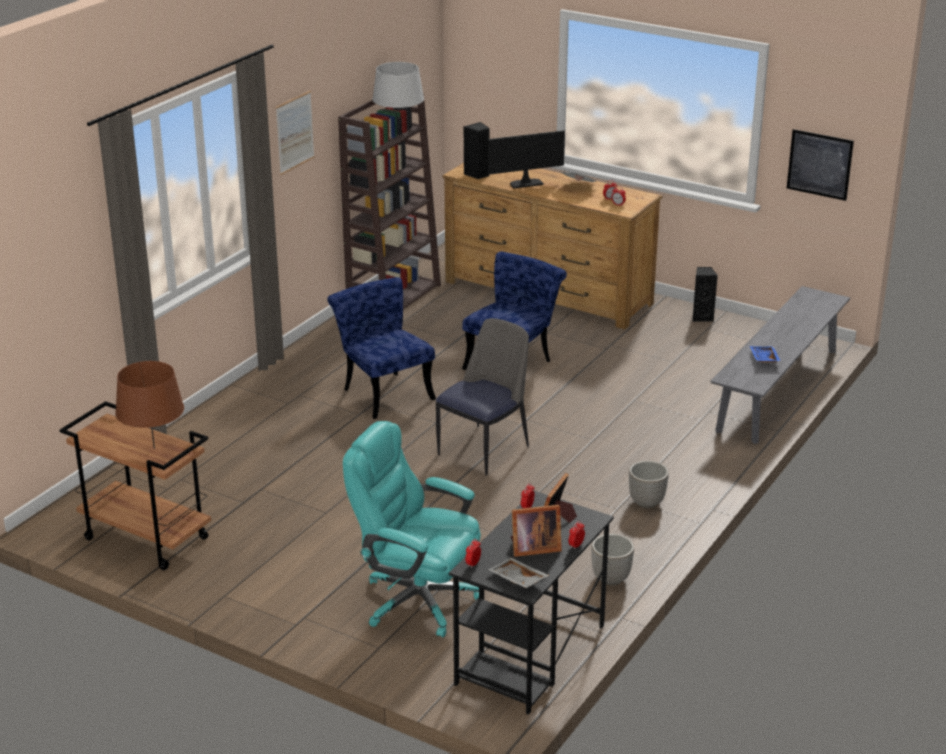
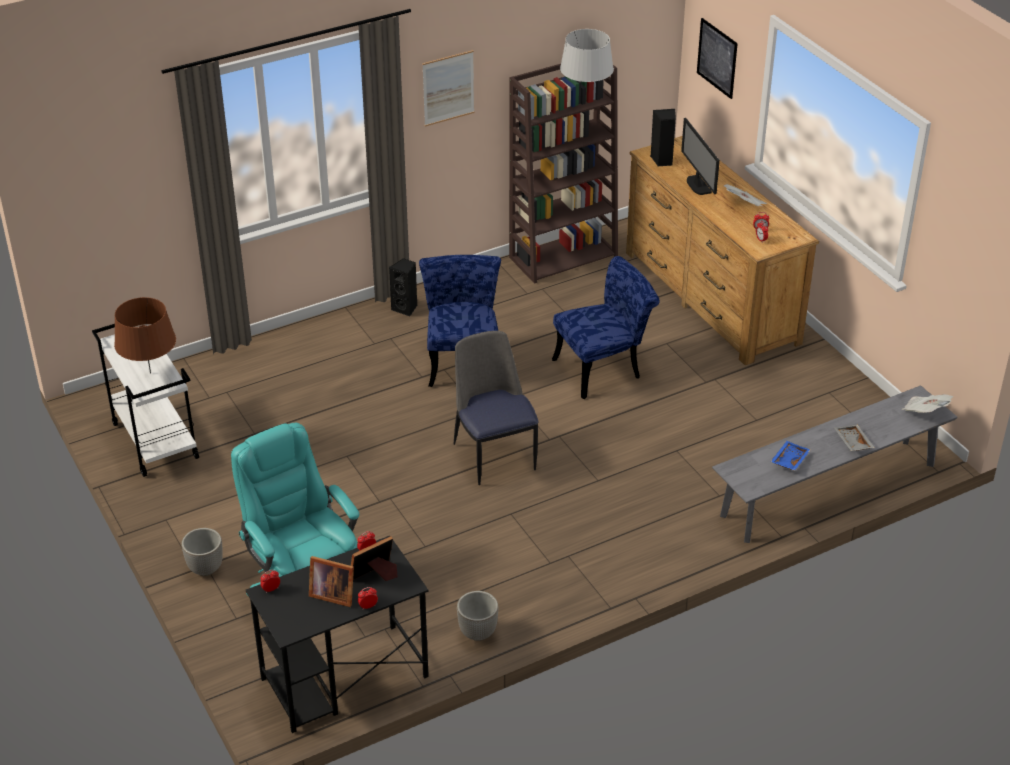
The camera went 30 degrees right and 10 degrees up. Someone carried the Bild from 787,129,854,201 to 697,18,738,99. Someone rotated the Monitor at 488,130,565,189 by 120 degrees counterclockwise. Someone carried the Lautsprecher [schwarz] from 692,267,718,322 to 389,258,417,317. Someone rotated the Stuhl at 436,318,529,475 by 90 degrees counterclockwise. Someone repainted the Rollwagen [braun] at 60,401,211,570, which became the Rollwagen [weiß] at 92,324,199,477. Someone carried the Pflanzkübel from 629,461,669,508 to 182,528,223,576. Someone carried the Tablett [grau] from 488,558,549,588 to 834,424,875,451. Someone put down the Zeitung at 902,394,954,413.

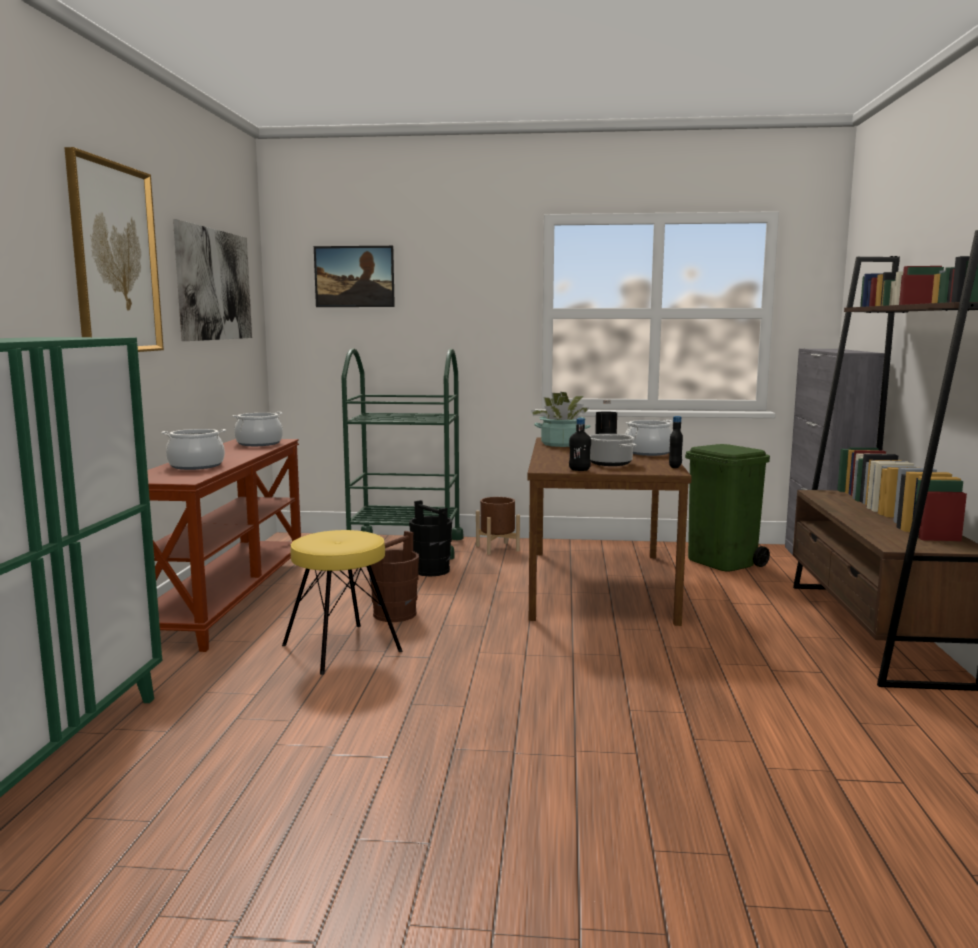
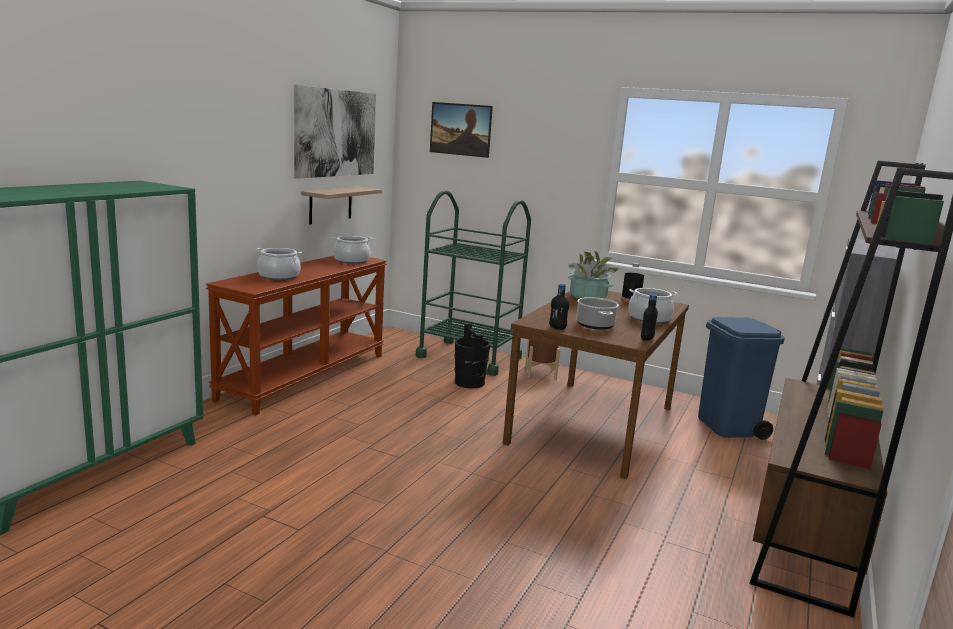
The camera went 20 degrees right and 5 degrees up. Someone took away the Bild at 64,147,164,352. Someone repainted the Mülleimer [grün] at 685,444,770,571, which became the Mülleimer [blau] at 698,317,785,440. Someone took away the Hocker [gelb] at 282,530,403,675. Someone took away the Eimer [braun] at 369,531,419,622. Someone put up the Wandregal at 301,186,382,224.

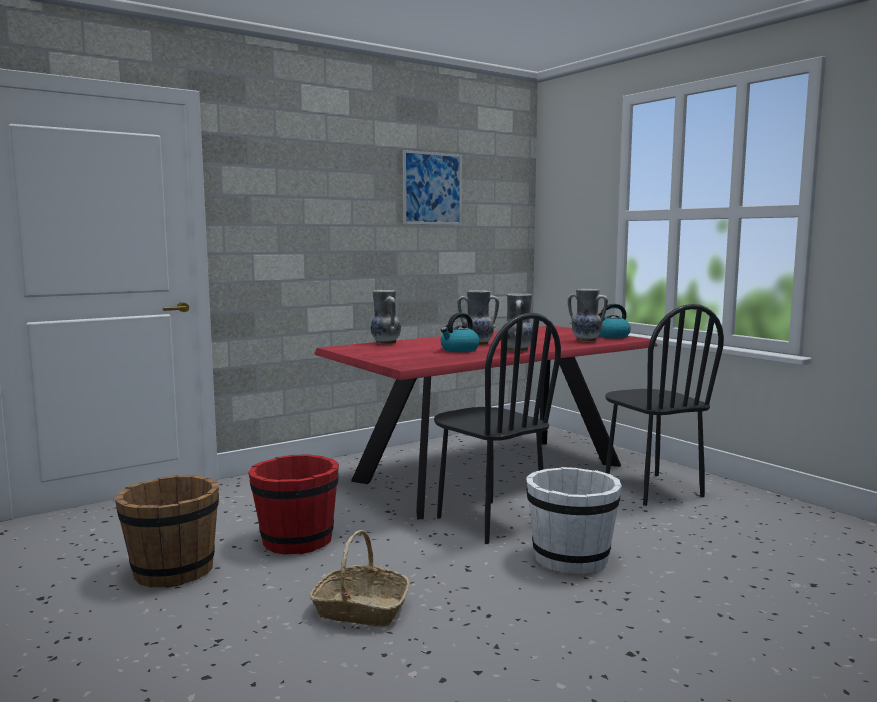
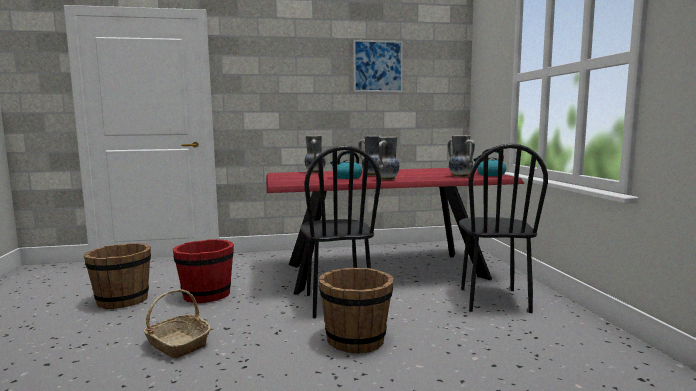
The camera went 25 degrees right and 0 degrees up. Someone repainted the Eimer [weiß] at 526,467,622,574, which became the Eimer [braun] at 319,268,394,354.

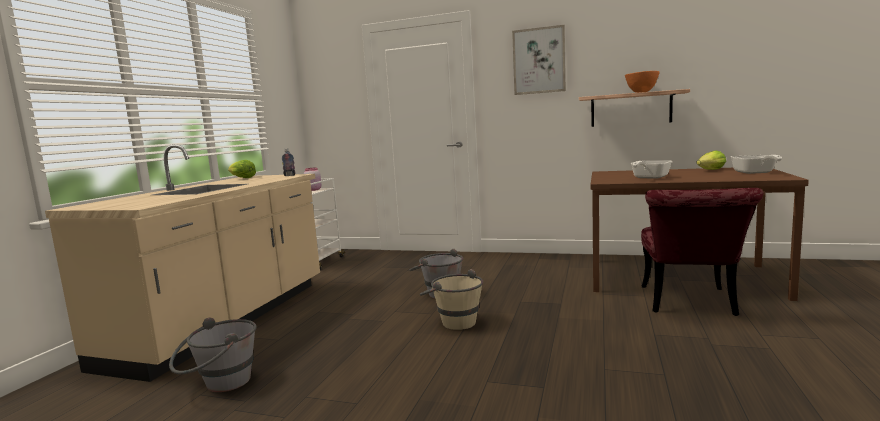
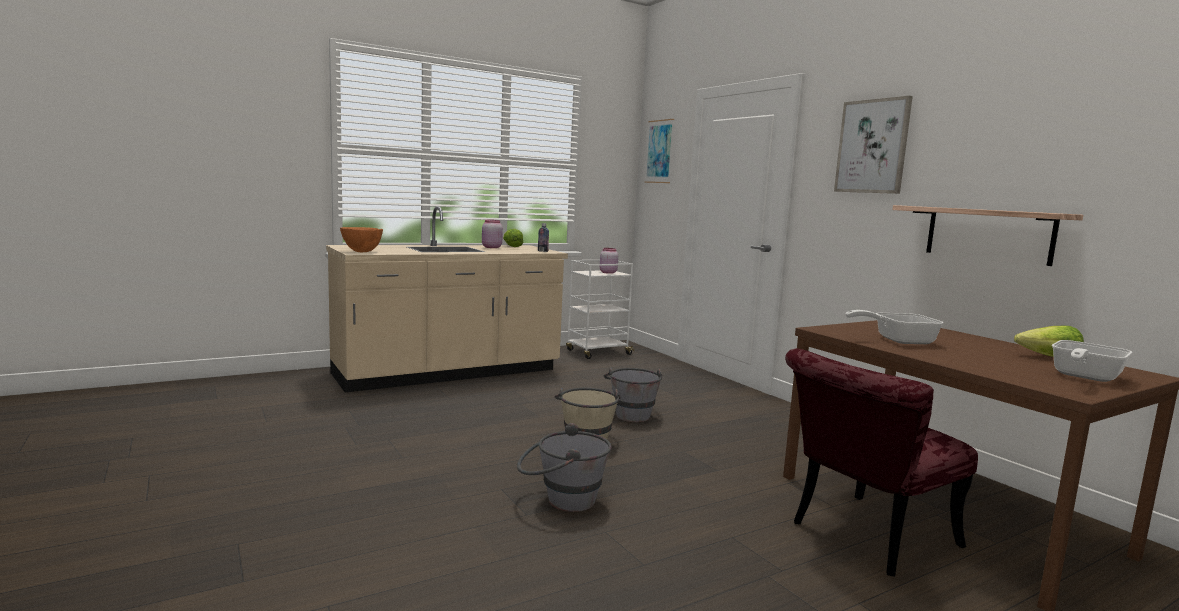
The camera went 40 degrees right and 0 degrees up. Someone carried the Schüssel [orange] from 625,71,660,93 to 340,227,383,252. Someone carried the Eimer [grau] from 169,317,257,392 to 517,423,612,512. Someone put up the Bild at 644,119,674,183. Someone put down the Vorratsglas [rosa] at 482,219,503,248.

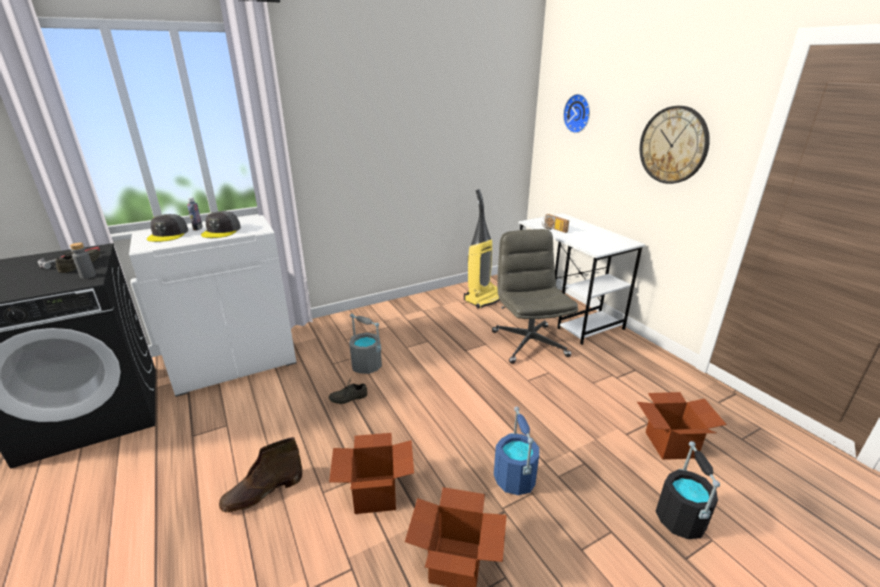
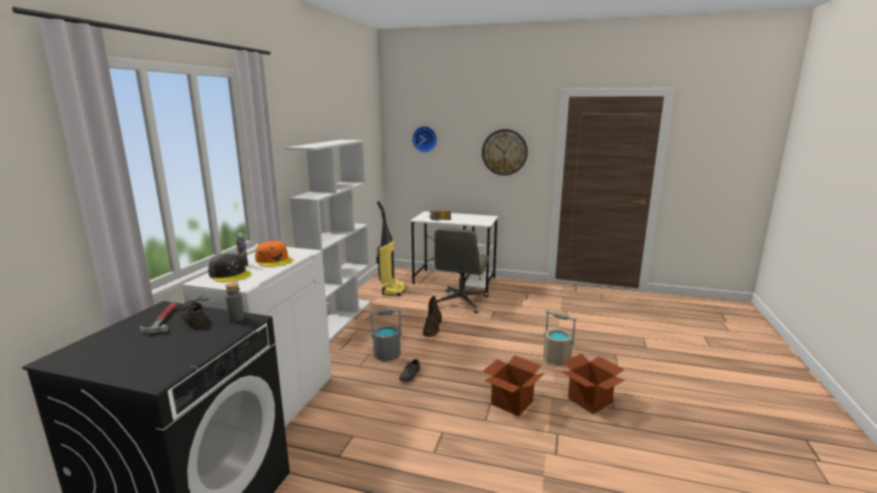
The camera went 45 degrees left and 10 degrees down. Someone repainted the Kappe [grau] at 201,211,241,238, which became the Kappe [orange] at 255,241,292,267. Someone rotated the Bürostuhl [grau] at 492,229,578,364 by 105 degrees counterclockwise. Someone took away the Karton at 637,392,727,460. Someone repainted the Eimer [blau] at 494,406,539,495, which became the Eimer [beige] at 543,310,577,365. Someone carried the Stiefel [braun] from 219,437,302,513 to 423,296,442,337. Someone took away the Eimer [schwarz] at 655,441,720,539. Someone put down the Bücherregal [weiß] at 285,140,371,341.

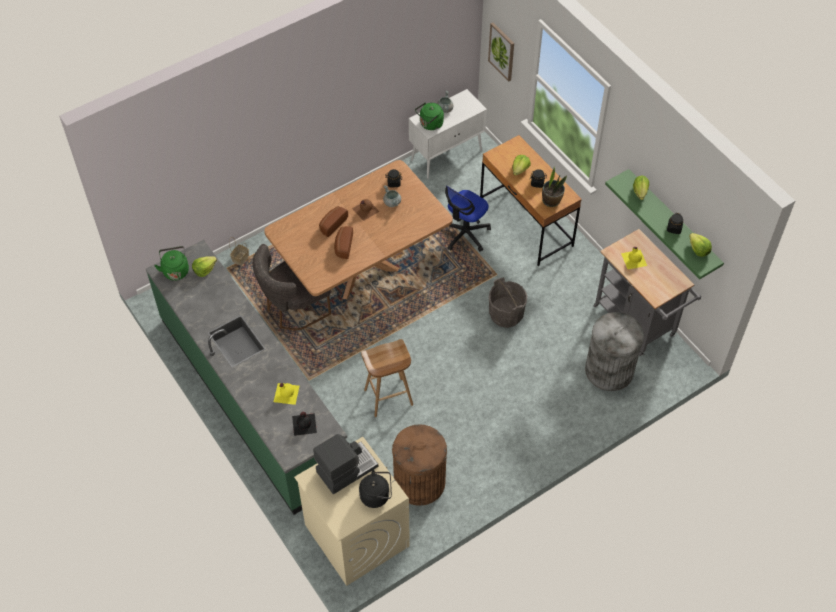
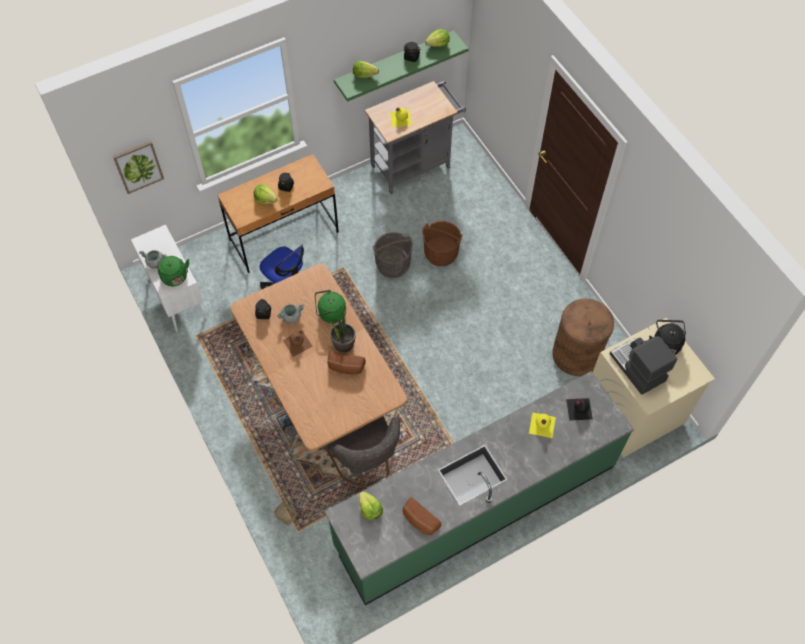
The camera went 85 degrees left and 5 degrees up. Someone carried the Topfpflanze from 542,167,567,207 to 329,312,356,353. Someone carried the Brot from 319,206,348,237 to 403,497,442,535. Someone carried the Wasserkessel [grün] from 154,246,189,281 to 315,290,346,324. Someone took away the Mülleimer [grau] at 585,312,644,391. Someone took away the Hocker [braun] at 361,339,413,417. Someone put down the Eimer [braun] at 422,221,462,266.

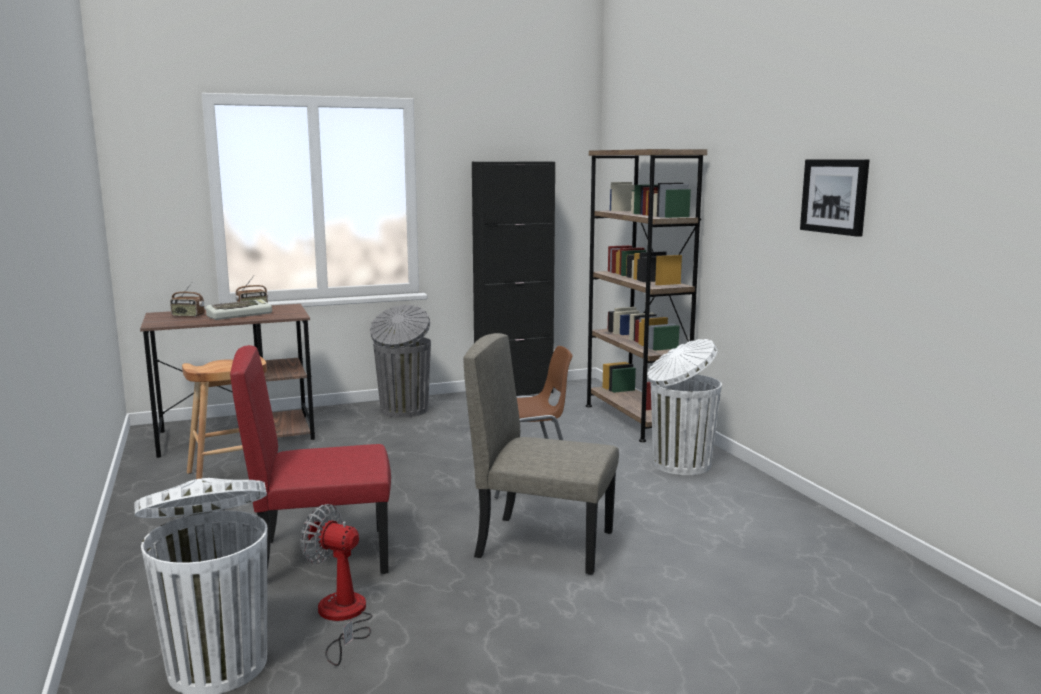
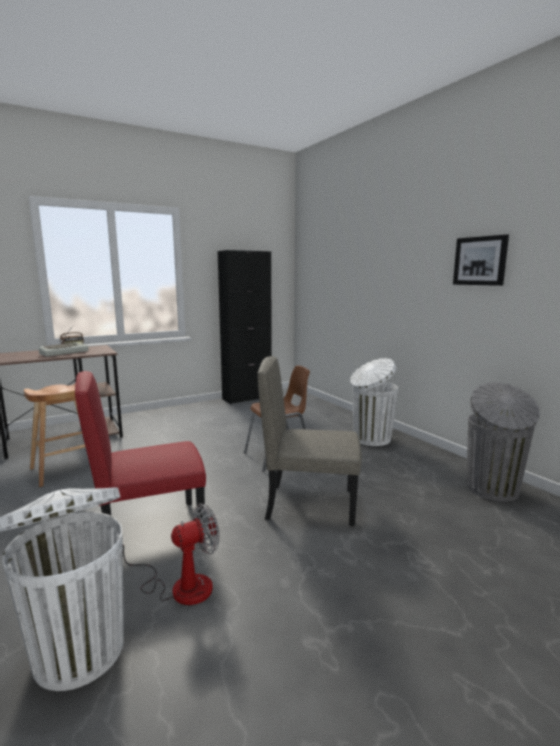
The camera went 10 degrees left and 0 degrees up. Someone took away the Bücherregal [braun] at 586,149,707,442. Someone took away the Radio at 170,282,205,317. Someone carried the Mülleimer [grau] from 370,305,431,418 to 467,382,540,502. Someone rotated the Ventilator at 300,504,372,666 by 135 degrees clockwise.

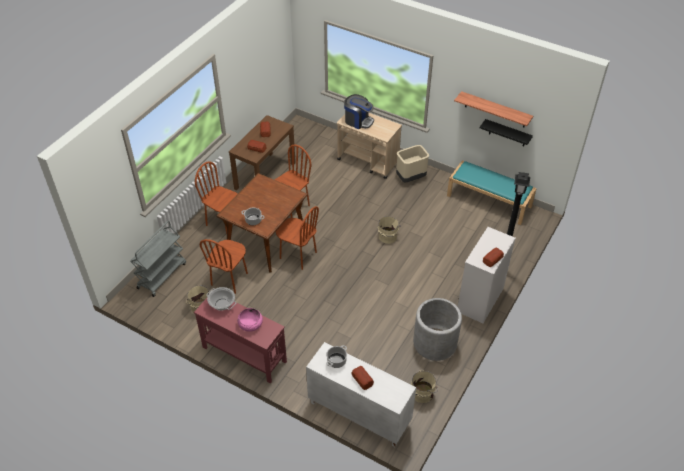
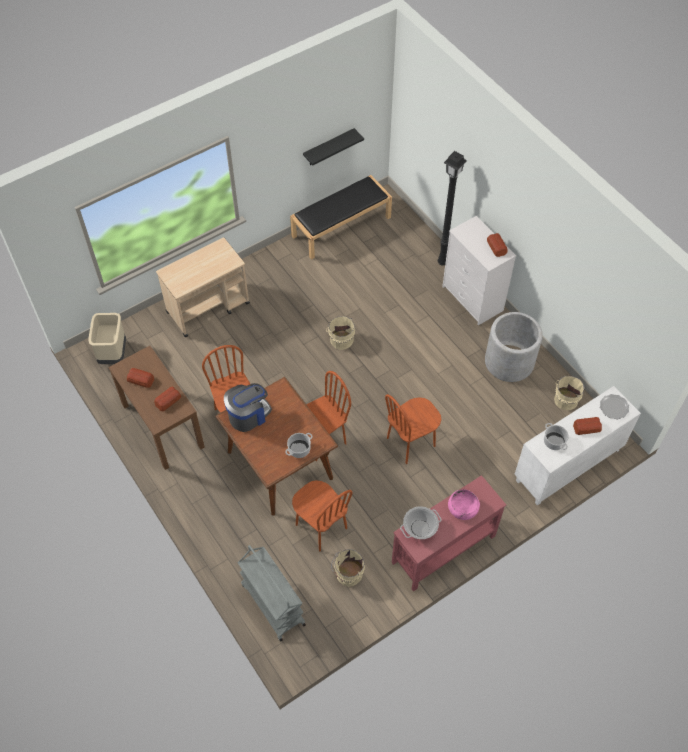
The camera went 65 degrees left and 10 degrees up. Someone took away the Wandregal at 454,91,533,127. Someone carried the Kaffeemaschine from 344,94,374,129 to 224,383,272,432. Someone carried the Mülleimer [beige] from 396,145,429,183 to 89,313,126,364. Someone carried the Stuhl [braun] from 195,161,238,234 to 385,394,441,464. Someone repainted the Bank [türkis] at 447,161,537,225, which became the Bank [schwarz] at 290,175,392,260. Someone put down the Teller at 600,394,629,419.

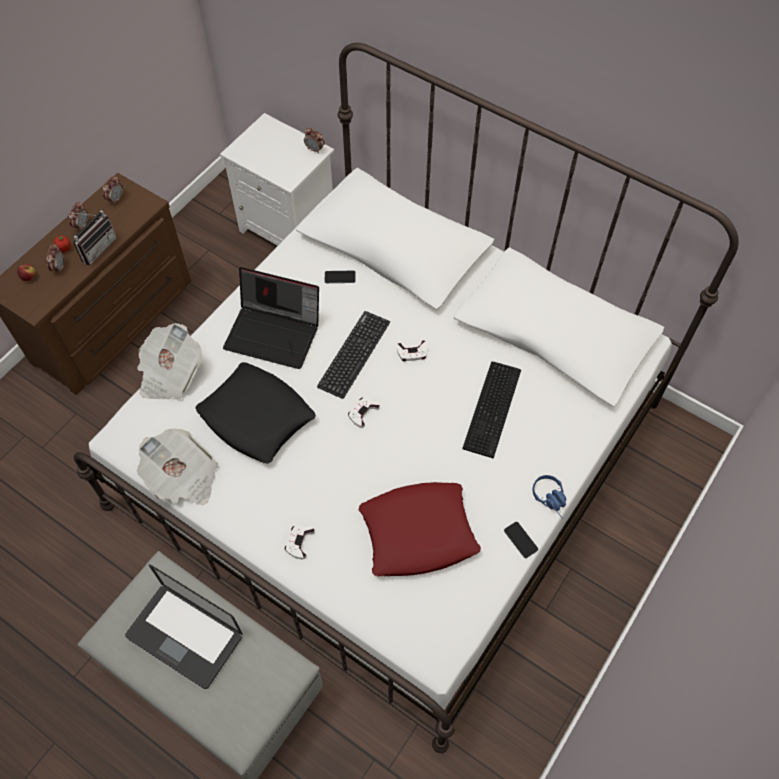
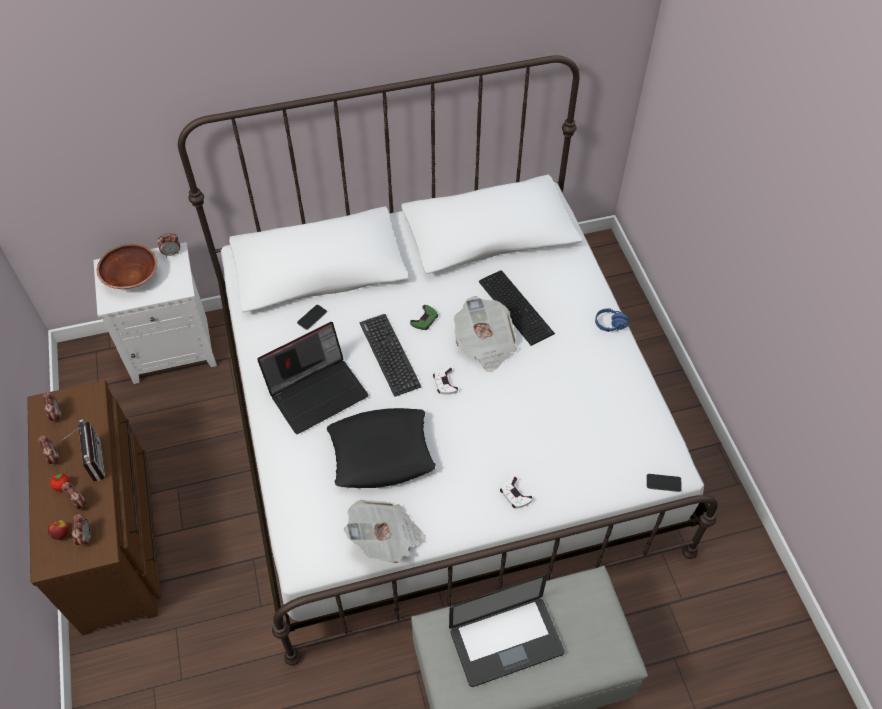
The camera went 50 degrees left and 5 degrees down. Someone carried the Zeitung from 137,323,202,400 to 454,296,517,372. Someone repainted the Gamepad [weiß] at 397,340,428,362, which became the Gamepad [grün] at 410,305,438,330. Someone took away the Kissen [rot] at 359,482,481,577. Someone carried the Handy from 504,522,538,558 to 647,474,682,492. Someone put down the Schüssel [braun] at 97,244,157,289. Someone put down the Wecker at 71,514,91,545.

